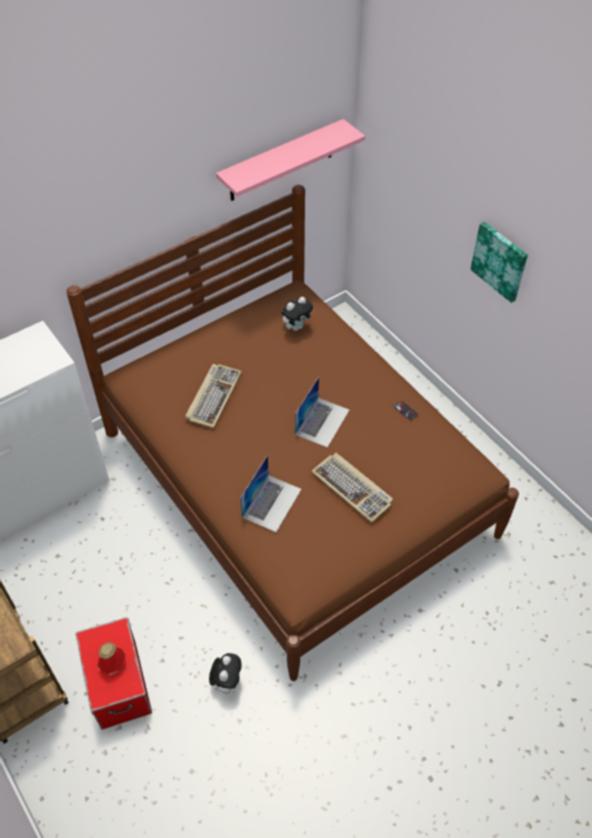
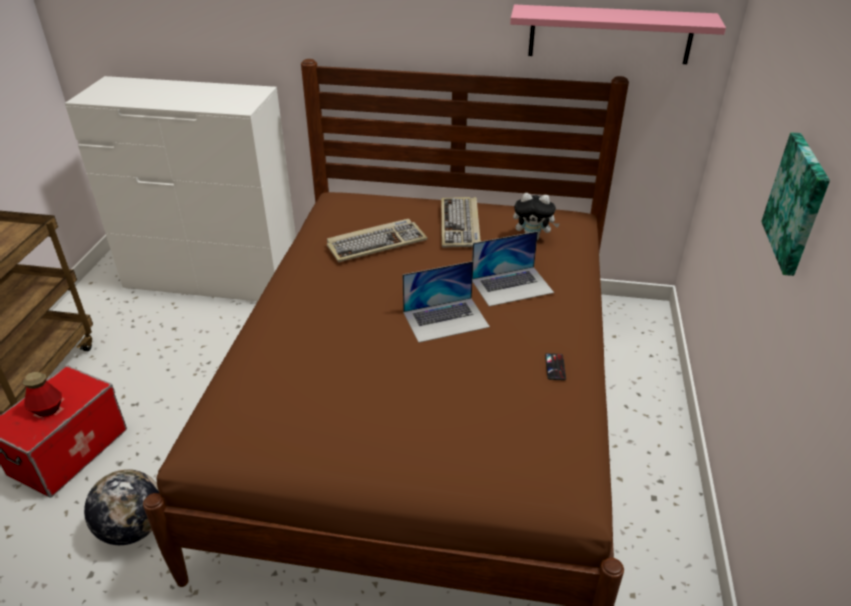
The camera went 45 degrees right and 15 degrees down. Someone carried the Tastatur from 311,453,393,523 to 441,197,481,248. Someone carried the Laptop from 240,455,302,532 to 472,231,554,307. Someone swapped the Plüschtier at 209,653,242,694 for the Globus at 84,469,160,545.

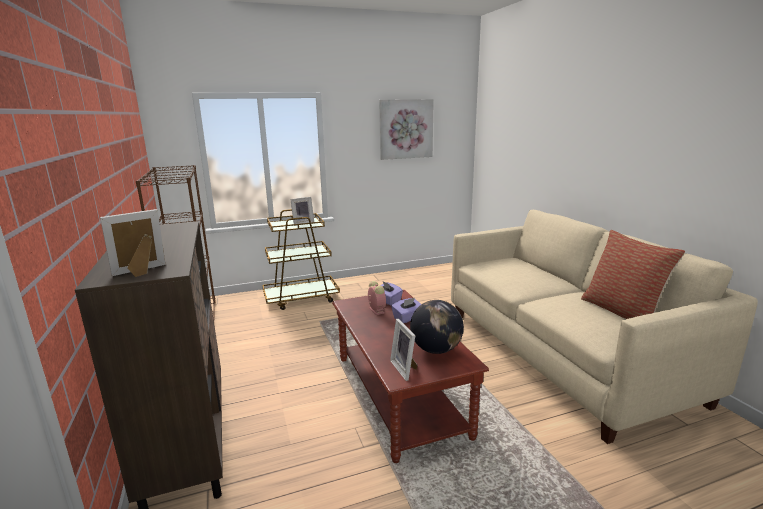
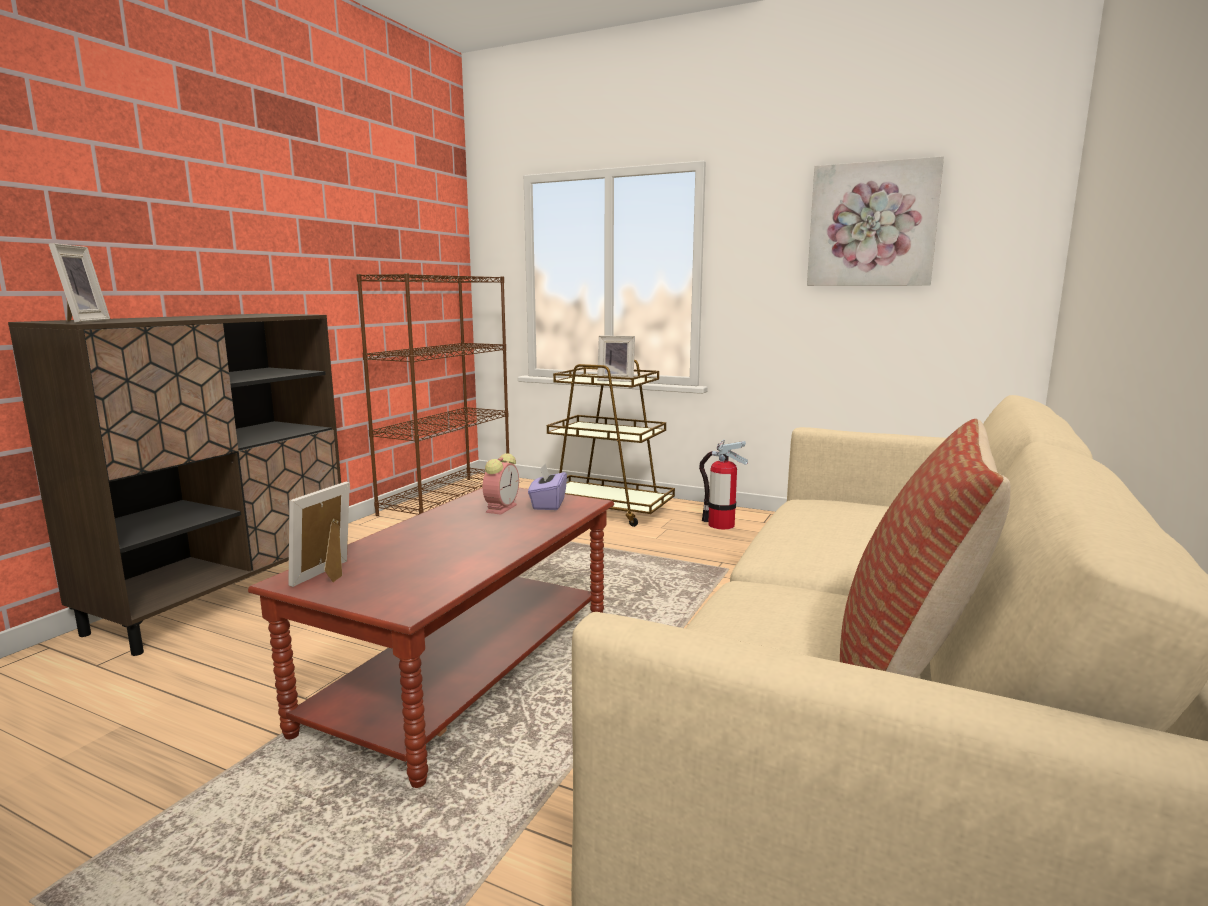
The camera went 45 degrees right and 5 degrees down. Someone rotated the Bilderrahmen at 100,209,165,277 by 75 degrees clockwise. Someone took away the Taschentuchbox [lila] at 391,298,421,323. Someone took away the Globus at 410,300,464,354. Someone put down the Feuerlöscher at 699,440,748,529.

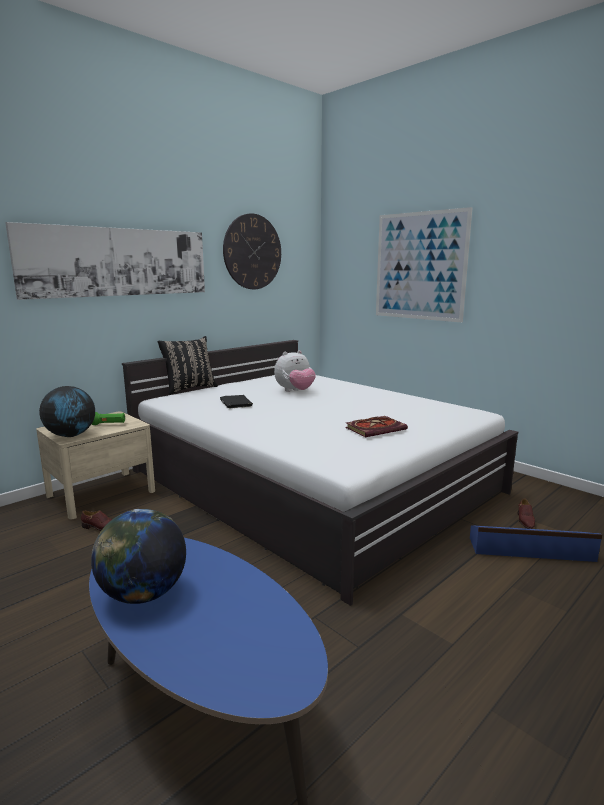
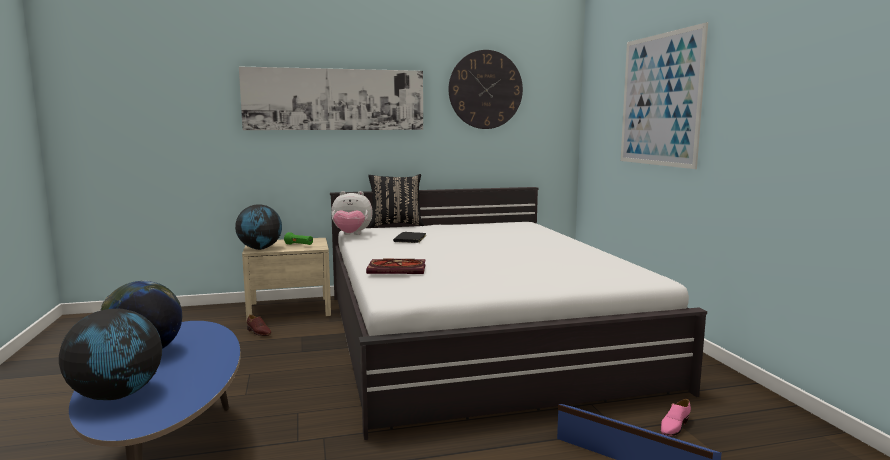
The camera went 30 degrees right and 5 degrees down. Someone carried the Plüschtier from 274,350,316,392 to 331,191,373,235. Someone carried the Buch from 345,416,408,437 to 366,259,426,274. Someone repainted the Schuh [braun] at 518,499,535,529, which became the Schuh [rosa] at 661,399,691,436. Someone put down the Globus at 59,309,162,400.

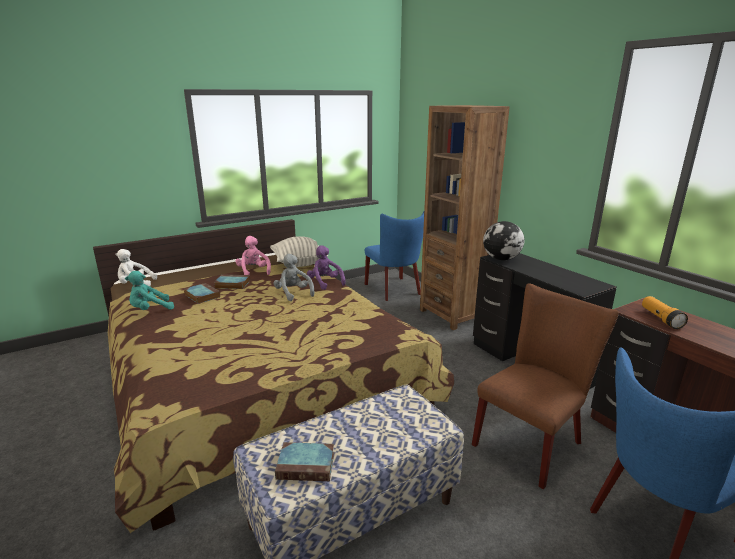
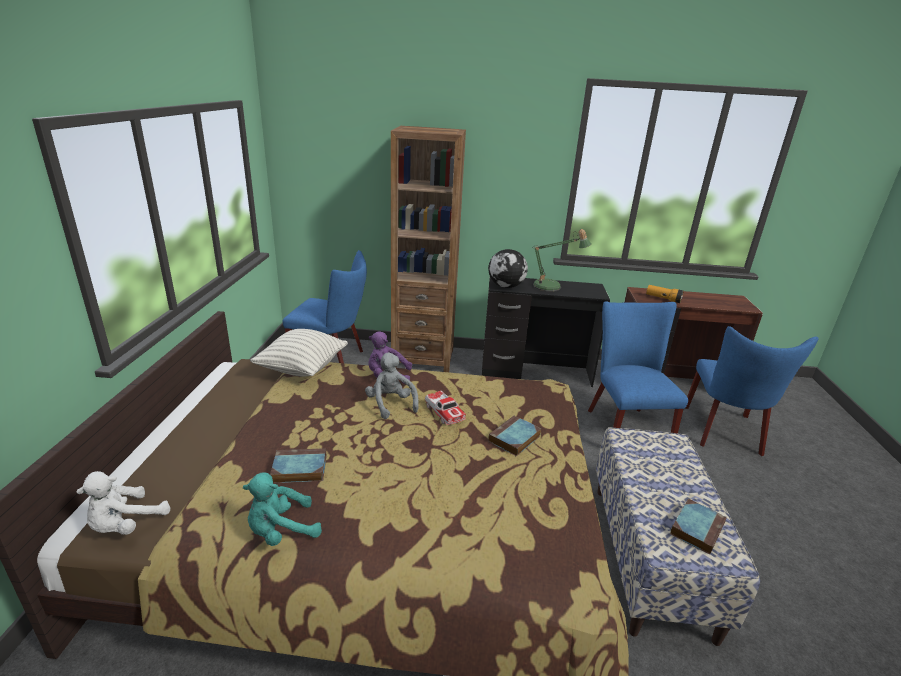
The camera went 55 degrees left and 5 degrees up. Someone took away the Plüschtier [rosa] at 235,236,271,275. Someone rotated the Plüschtier [grau] at 273,254,315,301 by 60 degrees clockwise. Someone rotated the Plüschtier [türkis] at 125,271,174,310 by 60 degrees clockwise. Someone carried the Buch from 214,275,250,289 to 488,415,541,456. Someone repainted the Stuhl [braun] at 472,283,619,489, which became the Stuhl [blau] at 588,301,688,434. Someone put down the Tischlampe at 532,229,592,292. Someone put down the Spielzeugauto at 425,391,466,425.

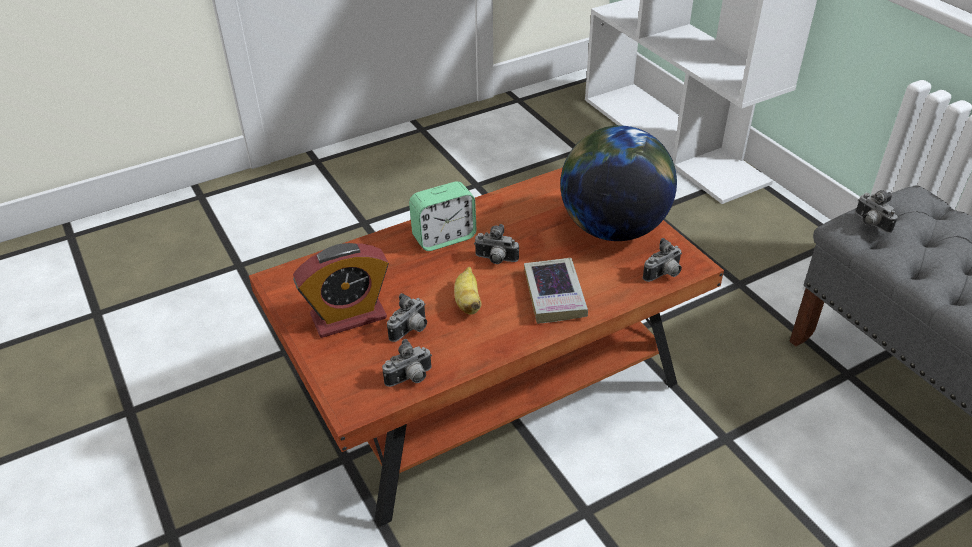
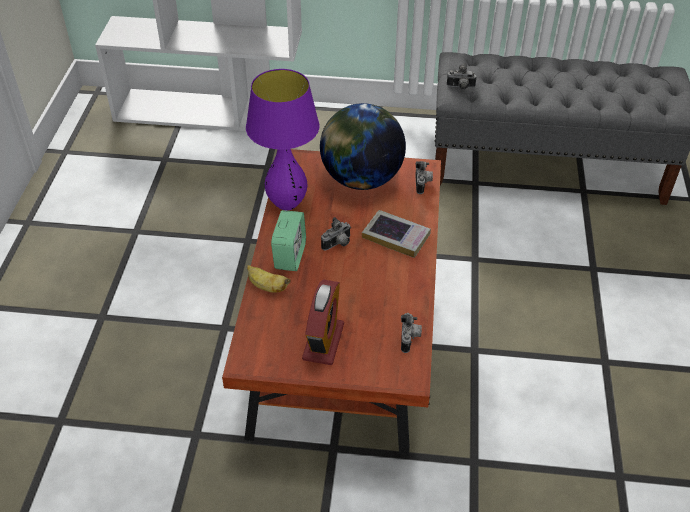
The camera went 55 degrees left and 5 degrees up. Someone carried the Banane from 454,267,482,315 to 247,265,290,293. Someone took away the Kamera at 387,293,427,342. Someone put down the Tischlampe [lila] at 246,69,320,210.

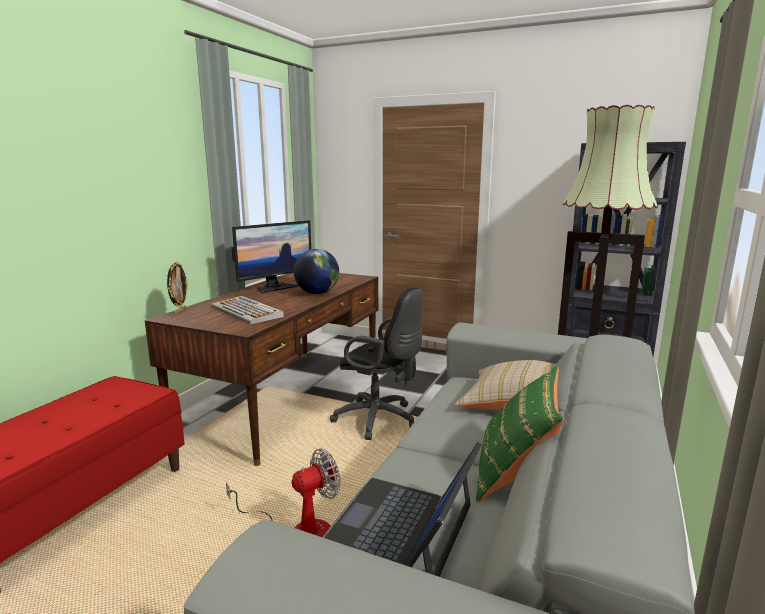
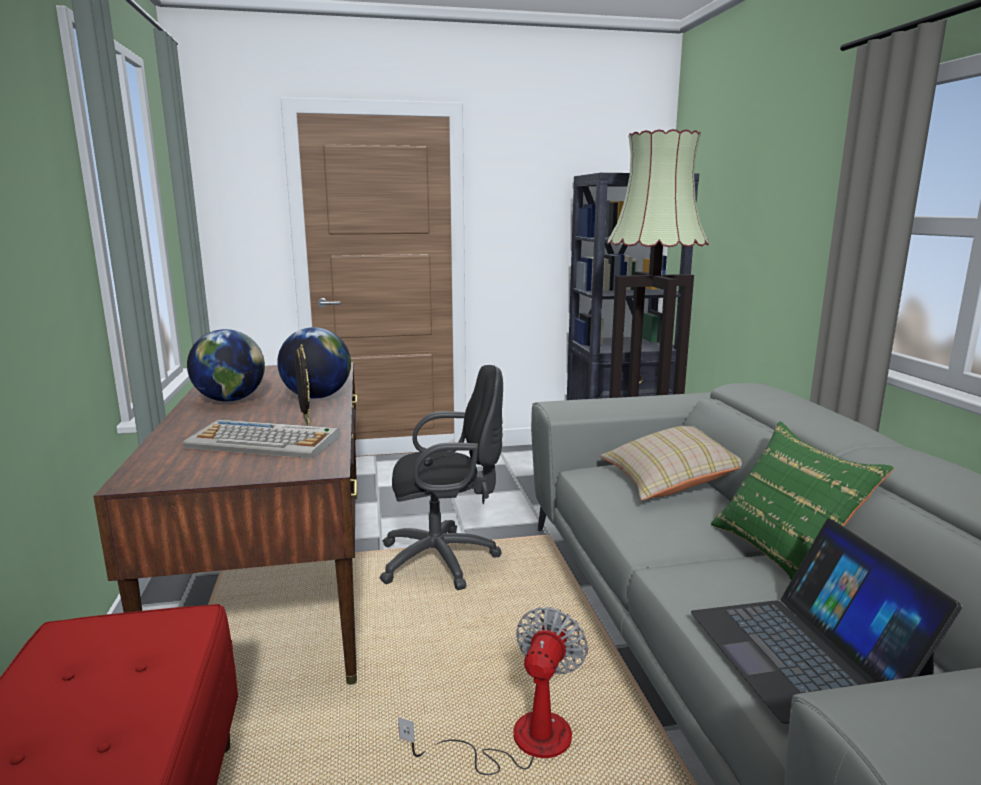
The camera went 35 degrees left and 0 degrees up. Someone swapped the Monitor at 232,220,311,293 for the Globus at 187,329,265,402. Someone carried the Bilderrahmen from 167,261,188,314 to 295,344,310,426.

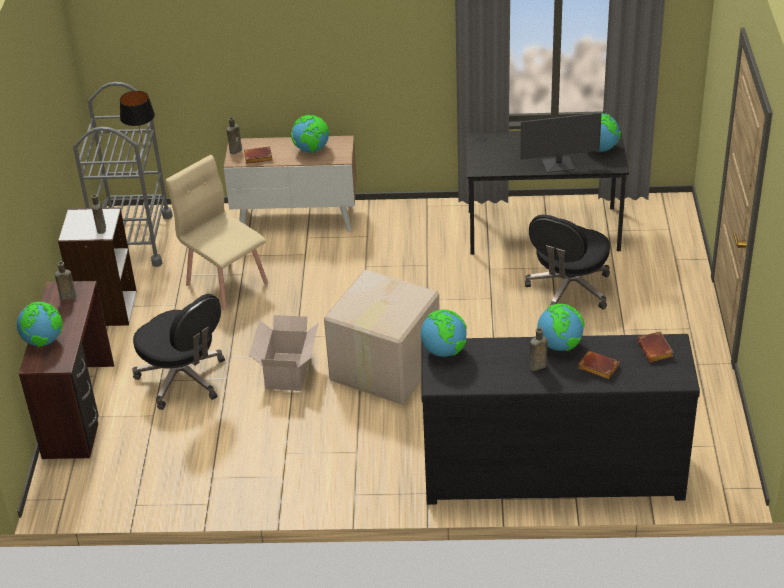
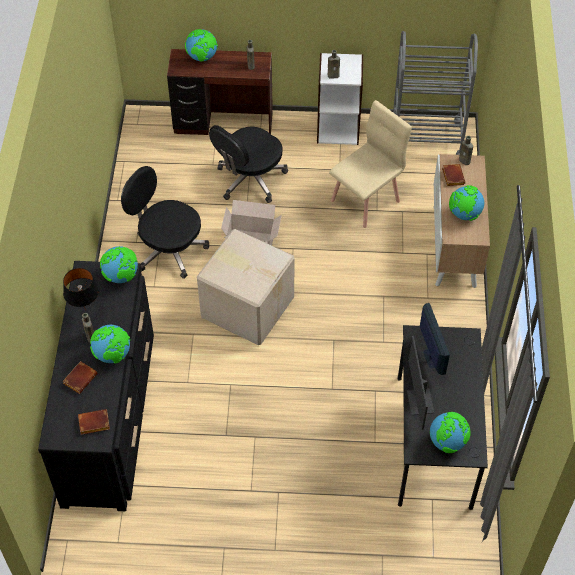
The camera went 90 degrees right and 15 degrees up. Someone carried the Tischlampe [schwarz] from 120,91,155,141 to 63,268,99,311. Someone carried the Bürostuhl [schwarz] from 525,215,610,310 to 121,166,209,279. Someone put down the Monitor at 420,303,450,375.

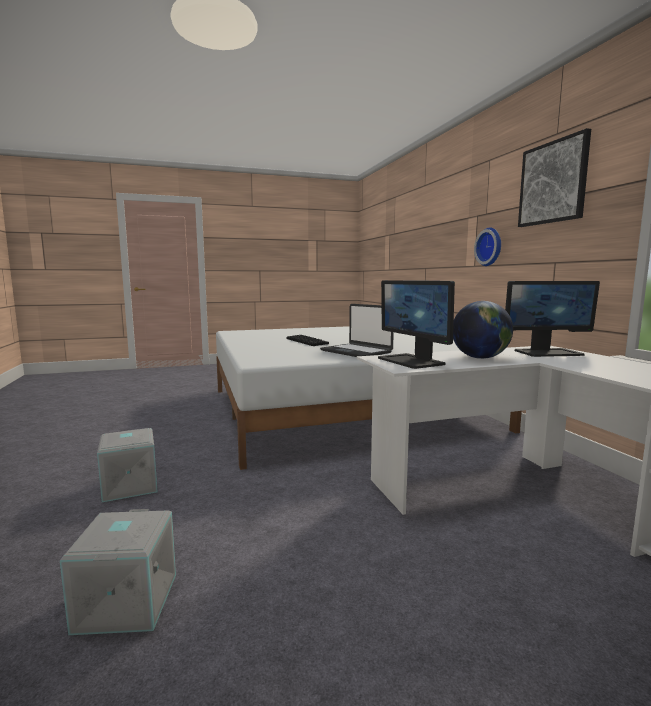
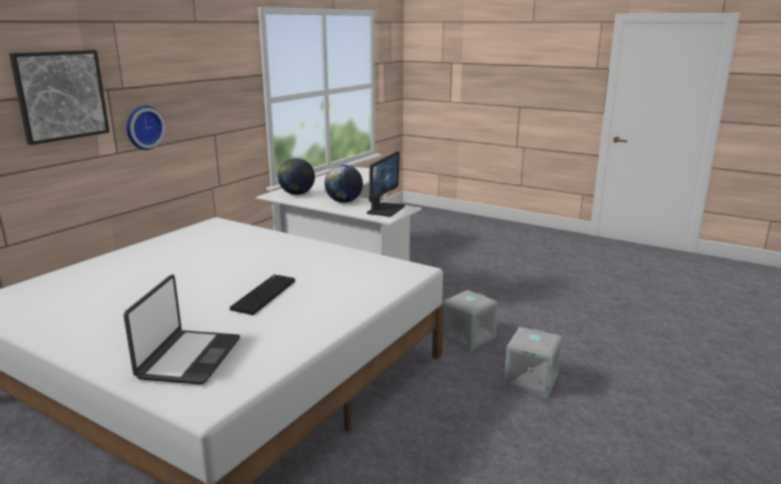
The camera went 130 degrees left and 10 degrees up. Someone carried the Bild from 518,128,591,227 to 9,50,110,145. Someone swapped the Monitor at 505,281,600,357 for the Globus at 278,158,315,195. Someone carried the Laptop from 320,304,394,357 to 124,274,240,385. Someone carried the Aufbewahrungsbox [grau] from 60,509,176,635 to 442,290,498,350.

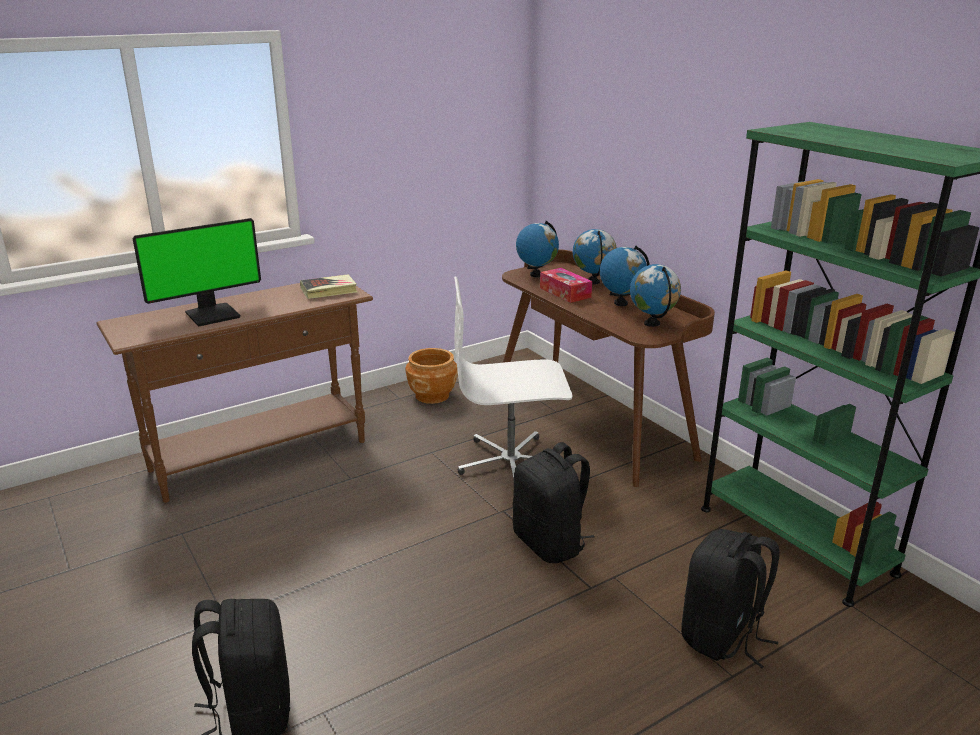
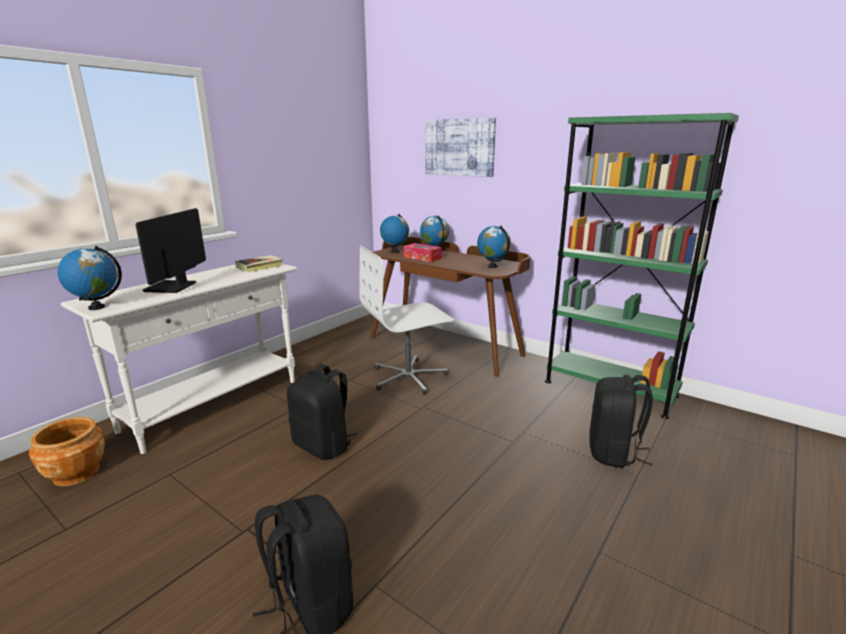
The camera went 20 degrees left and 5 degrees down. Someone rotated the Monitor at 132,218,261,327 by 150 degrees clockwise. Someone carried the Globus from 600,246,650,306 to 57,246,122,310. Someone repainted the Konsolentisch [braun] at 96,275,373,503, which became the Konsolentisch [weiß] at 61,264,297,454. Someone carried the Pflanzkübel [braun] from 406,348,458,404 to 29,417,105,486. Someone carried the Rucksack [schwarz] from 513,442,595,563 to 287,364,357,460. Someone put up the Bild at 425,118,496,177.

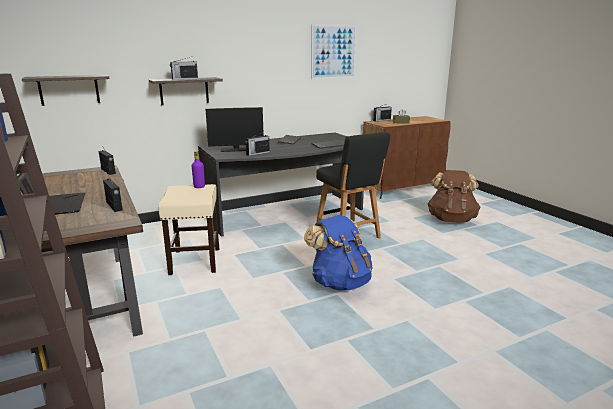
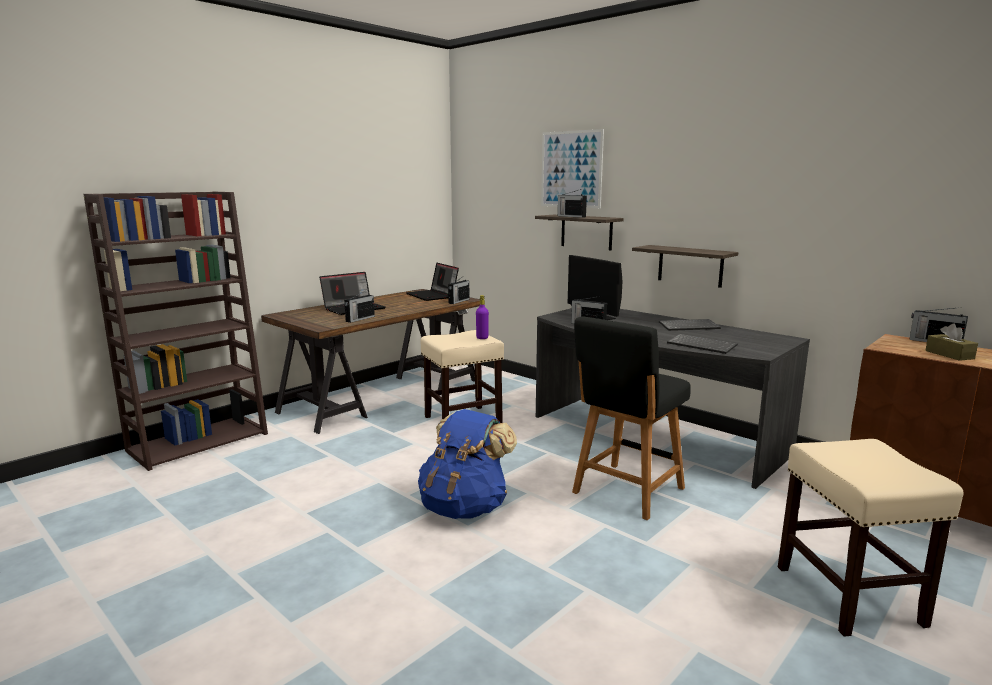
The camera went 70 degrees right and 5 degrees down. Someone carried the Bild from 311,24,357,79 to 541,129,604,208. Someone carried the Wandregal from 22,75,109,106 to 632,245,738,288. Someone swapped the Rucksack [braun] at 427,170,480,223 for the Hocker [beige] at 778,439,963,637. Someone put down the Laptop at 406,263,459,301.

